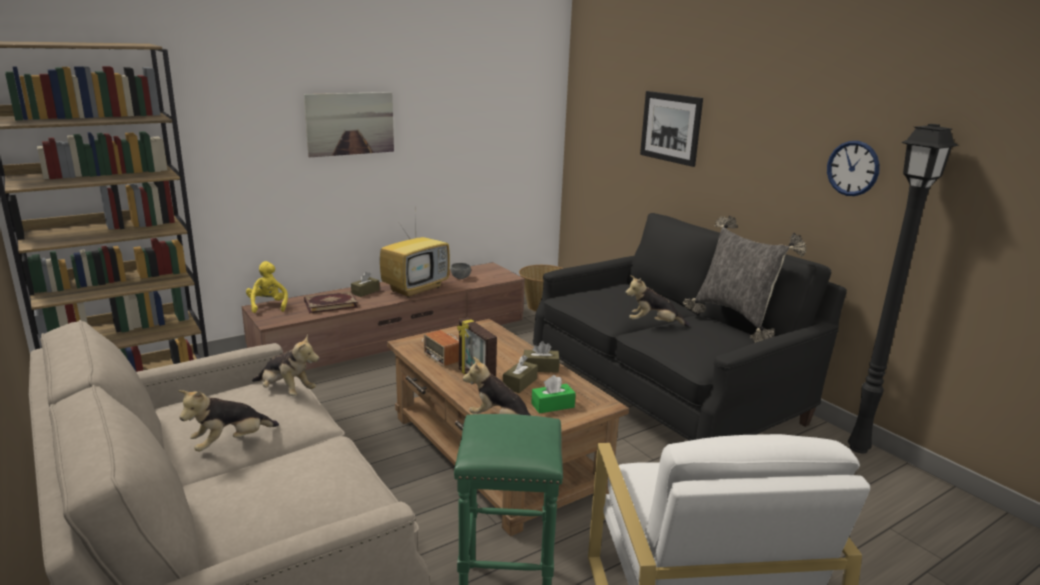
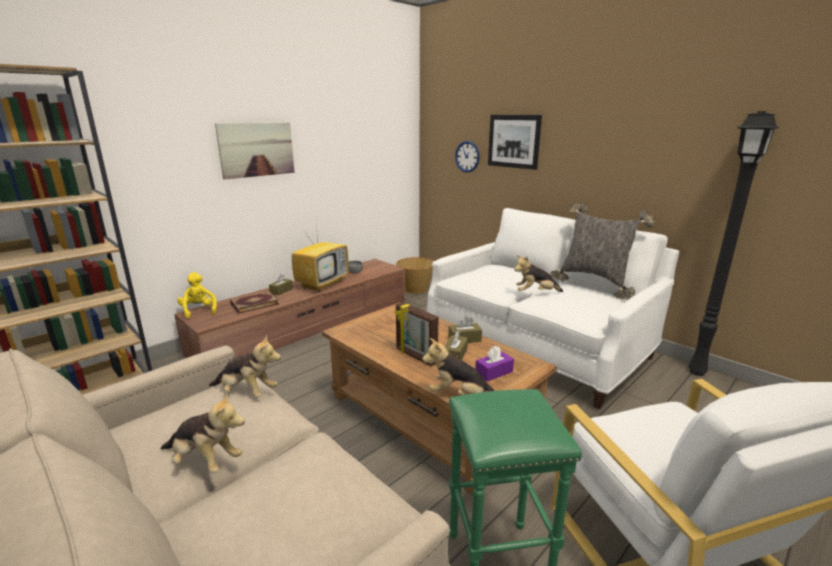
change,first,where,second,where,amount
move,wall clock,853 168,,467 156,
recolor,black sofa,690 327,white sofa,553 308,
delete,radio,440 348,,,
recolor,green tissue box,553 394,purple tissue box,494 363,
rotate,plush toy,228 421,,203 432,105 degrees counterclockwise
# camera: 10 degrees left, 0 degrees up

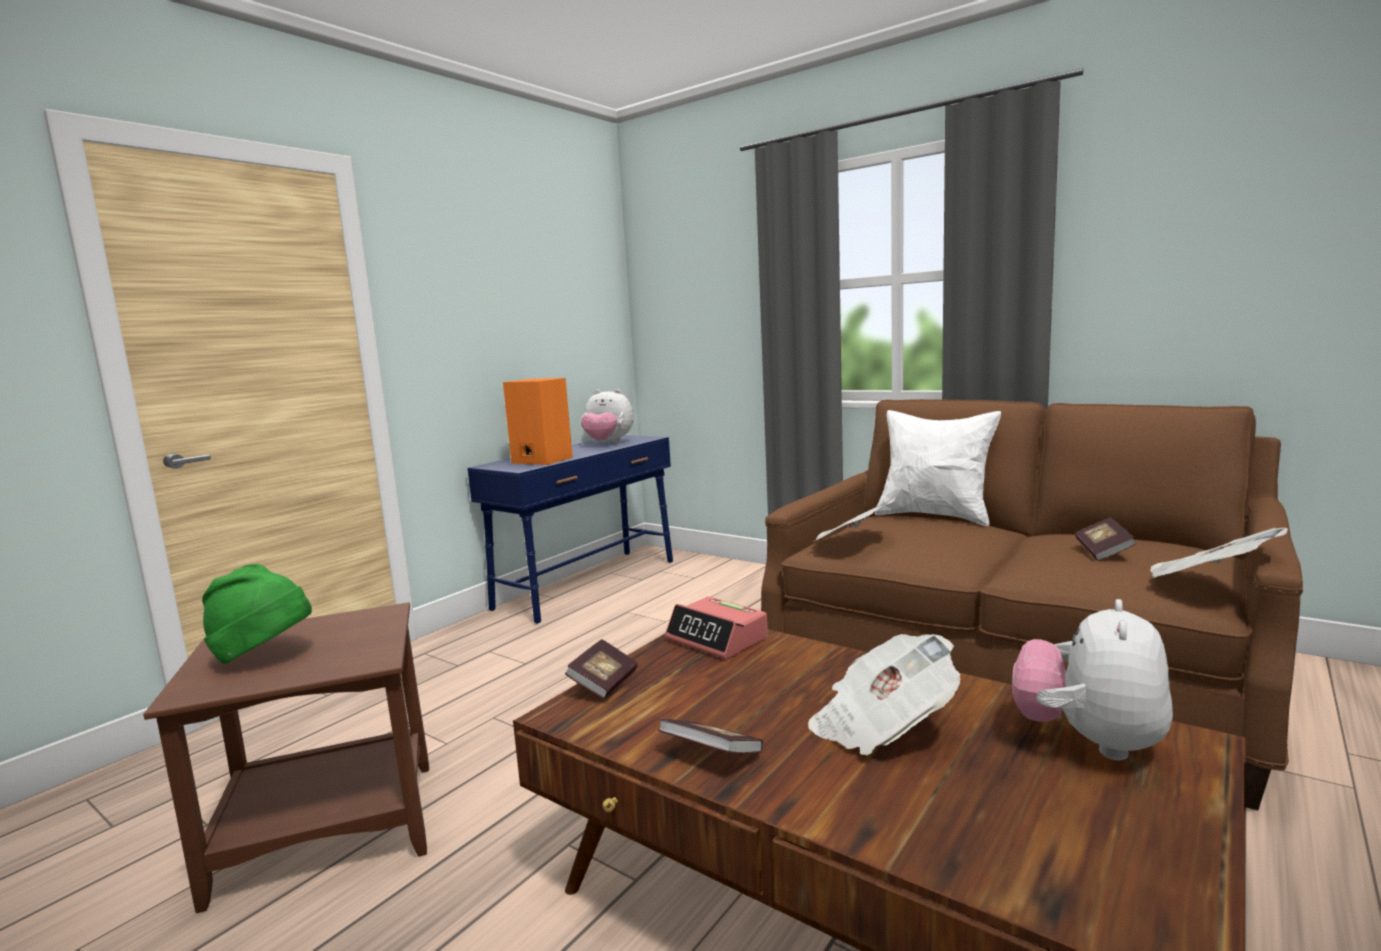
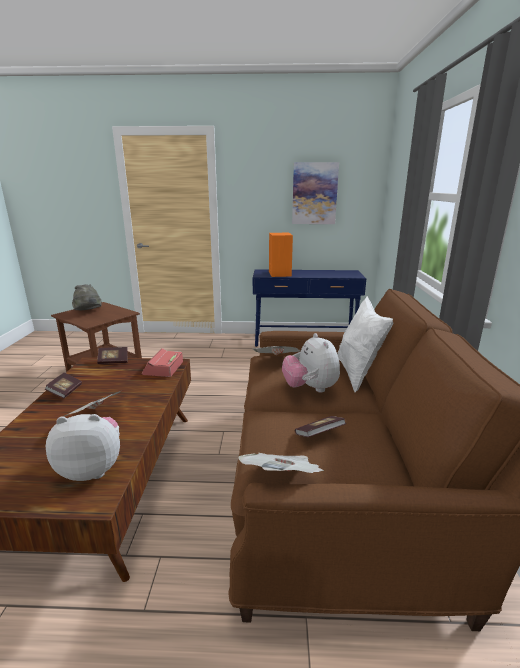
change,first,where,second,where,amount
move,plush toy,607 416,,311 363,
recolor,green hat,257 614,grey hat,87 297,
insert,,,picture,315 193,
# camera: 55 degrees right, 10 degrees up

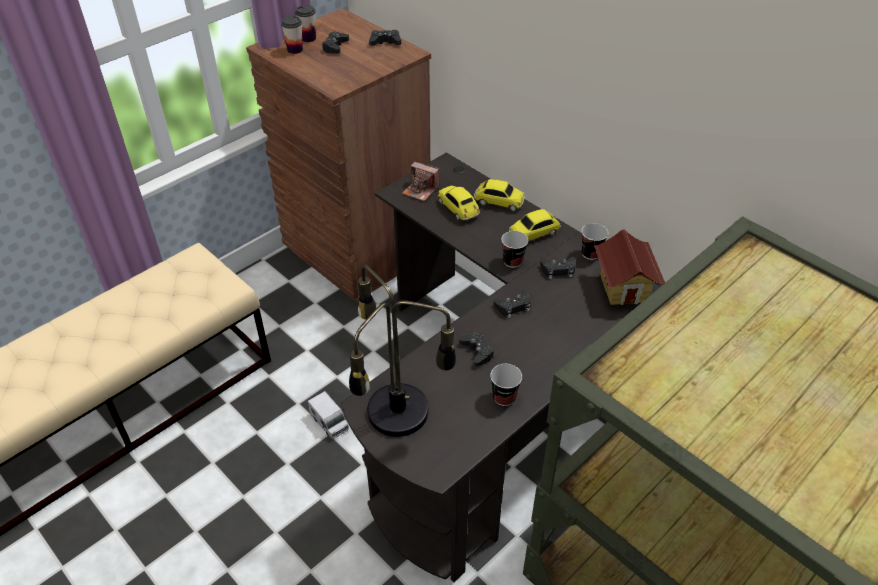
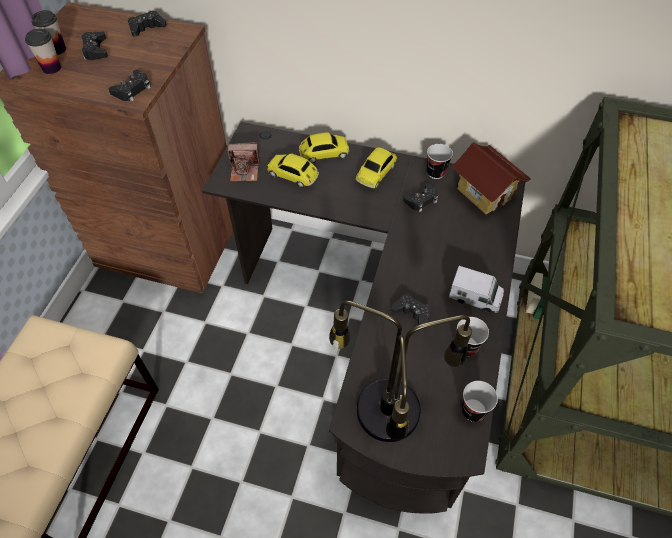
change,first,where,second,where,amount
move,cup,514 249,,480 401,
move,black game controller,512 304,,129 86,
move,toy truck,328 415,,476 289,
# camera: 30 degrees left, 10 degrees up

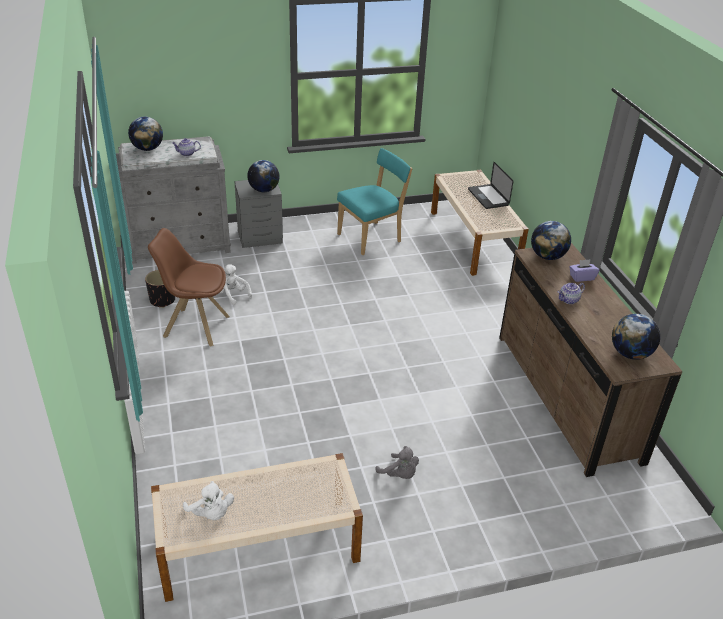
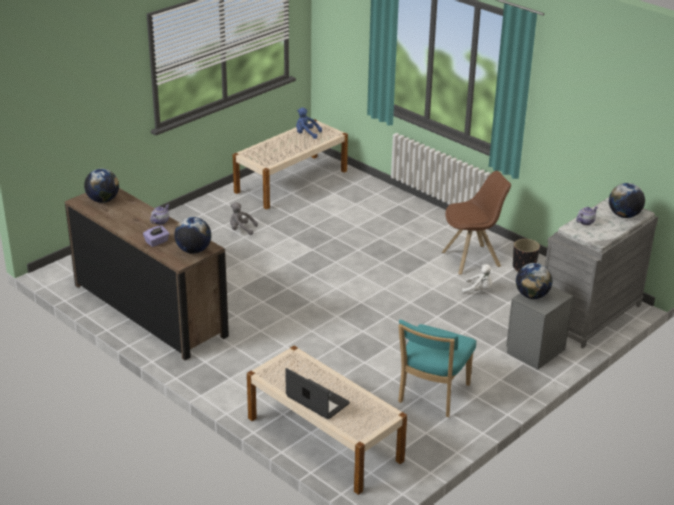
change,first,where,second,where,amount
recolor,white plush toy,208 500,blue plush toy,309 123,
# camera: 150 degrees right, 5 degrees down

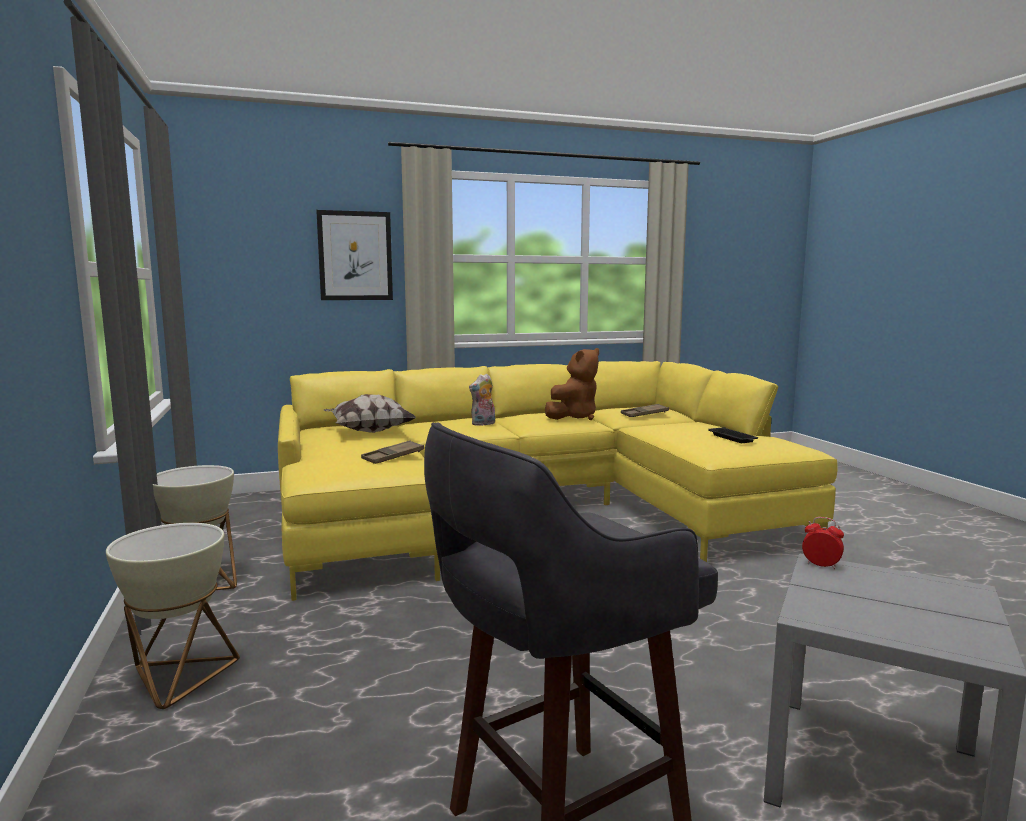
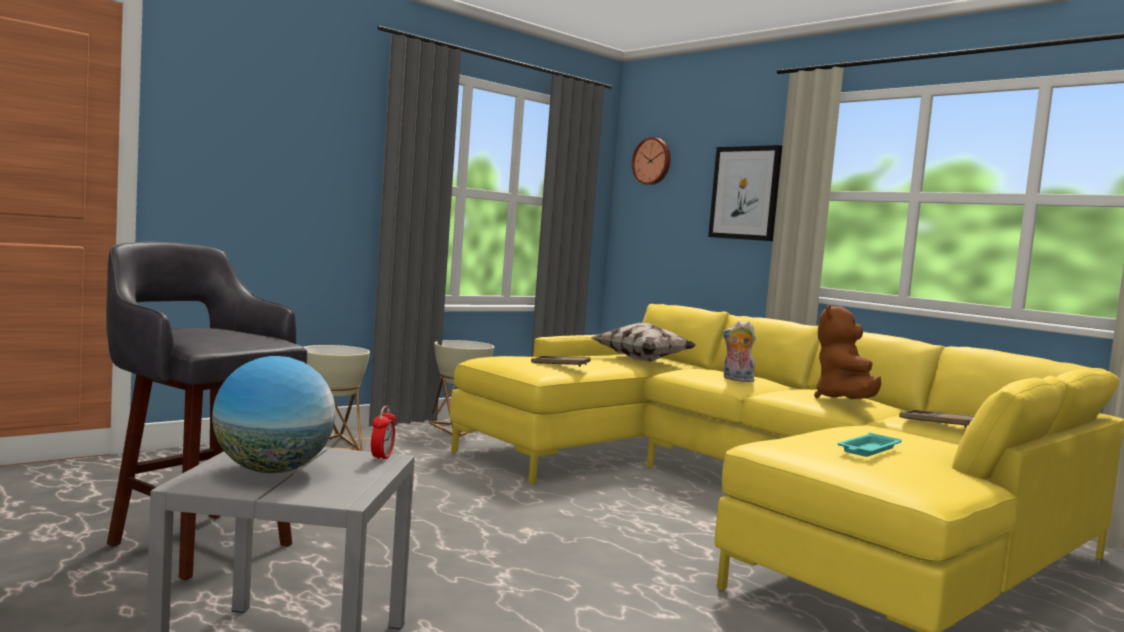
change,first,where,second,where,amount
rotate,brown plush toy,572 384,,847 351,90 degrees clockwise
recolor,black tray,733 435,turquoise tray,870 445,
insert,,,wall clock,651 161,
insert,,,globe,273 415,
# camera: 65 degrees right, 5 degrees down

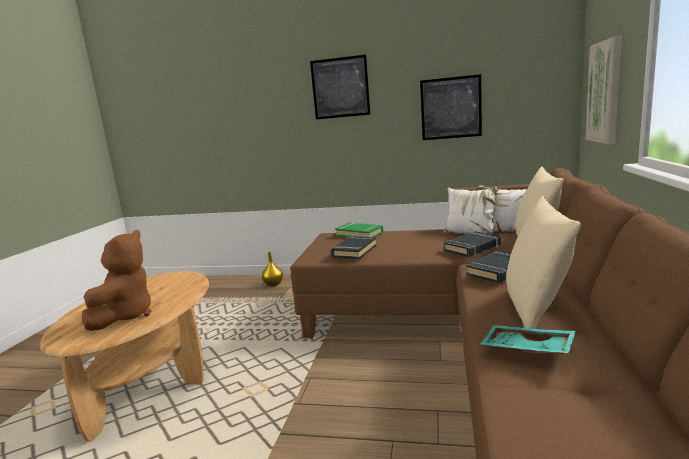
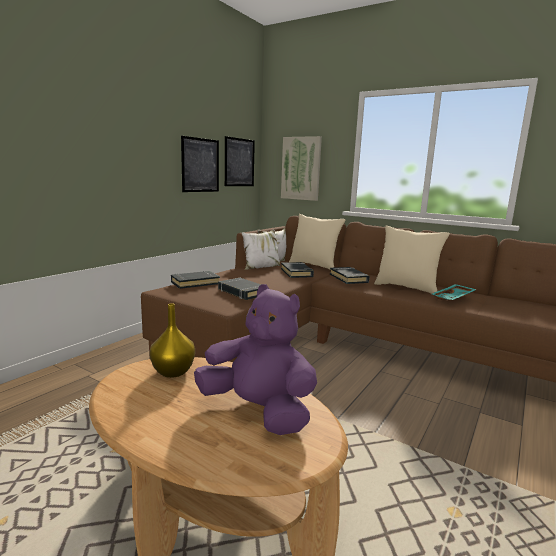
change,first,where,second,where,amount
move,picture,340 87,,240 161,
recolor,green book,359 230,black book,195 280,
recolor,brown plush toy,116 280,purple plush toy,255 359,
move,yellow vase,272 269,,172 340,
# camera: 70 degrees left, 0 degrees up

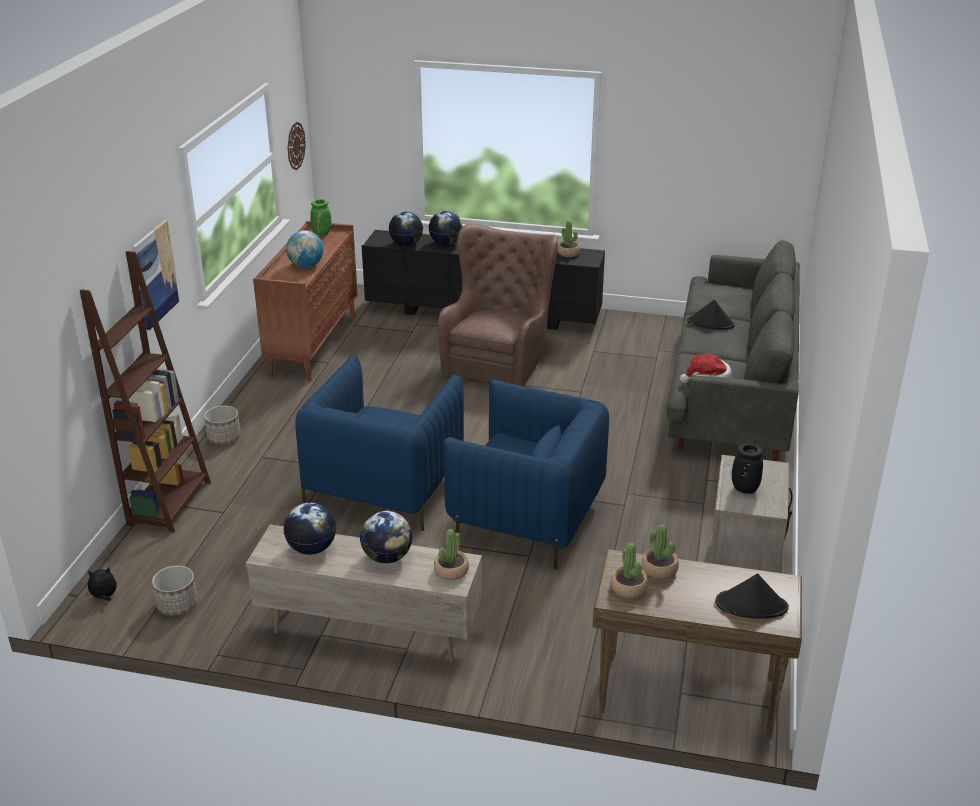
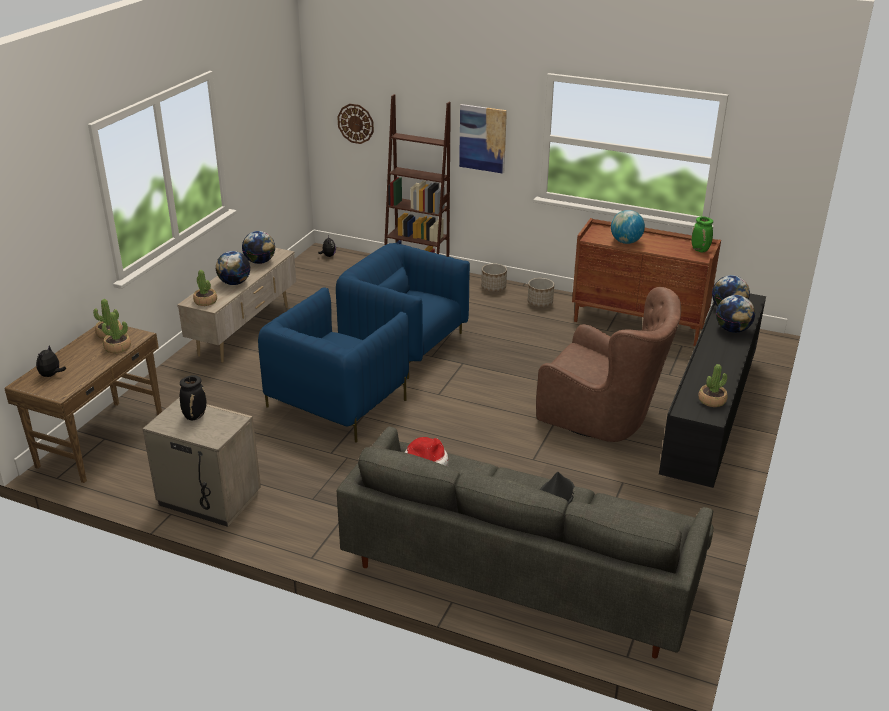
change,first,where,second,where,amount
move,wall clock,297 146,,355 124,
move,planter,175 591,,541 292,
replace,black hat,752 596,plush toy,51 361,
# camera: 100 degrees right, 0 degrees up

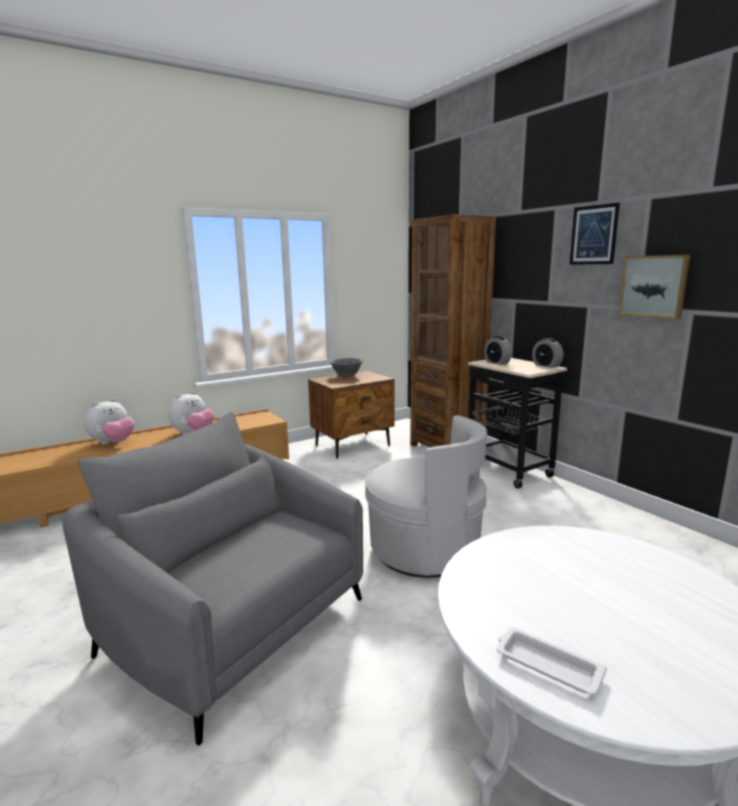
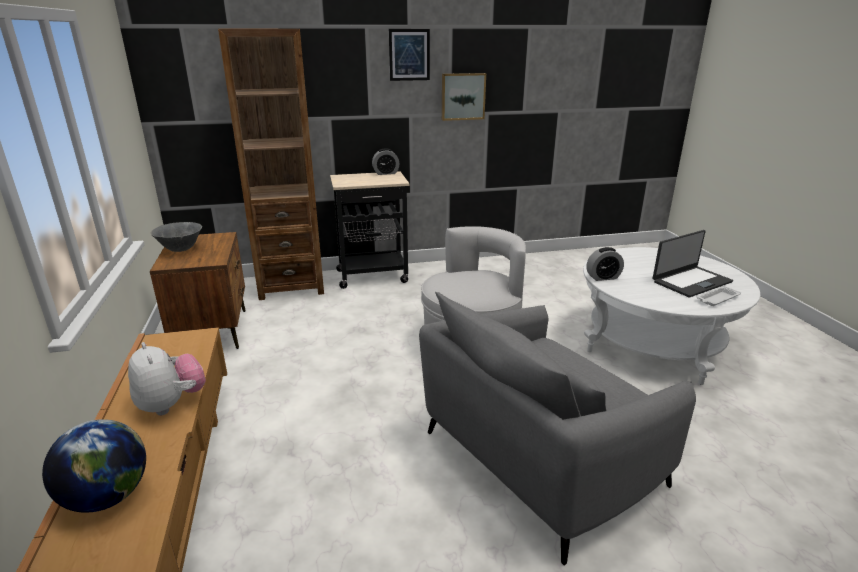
change,first,where,second,where,amount
move,alarm clock,498 350,,605 264,
replace,plush toy,109 421,globe,94 466,
insert,,,laptop,693 263,
# camera: 70 degrees left, 10 degrees up

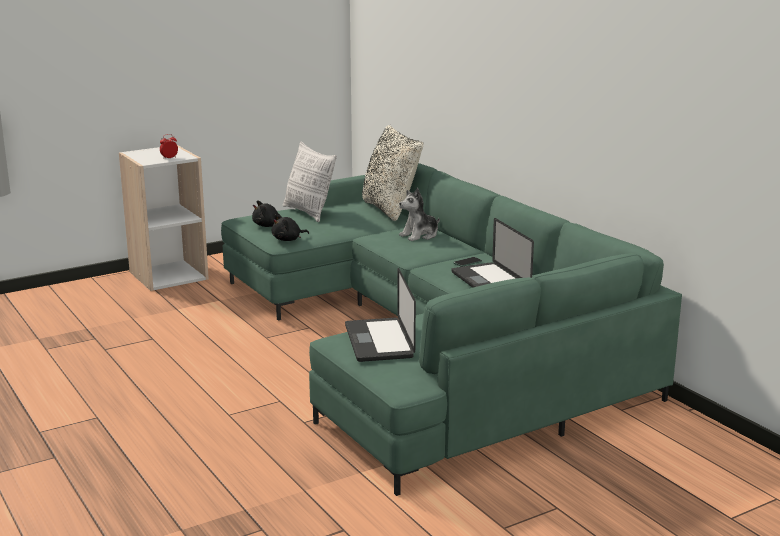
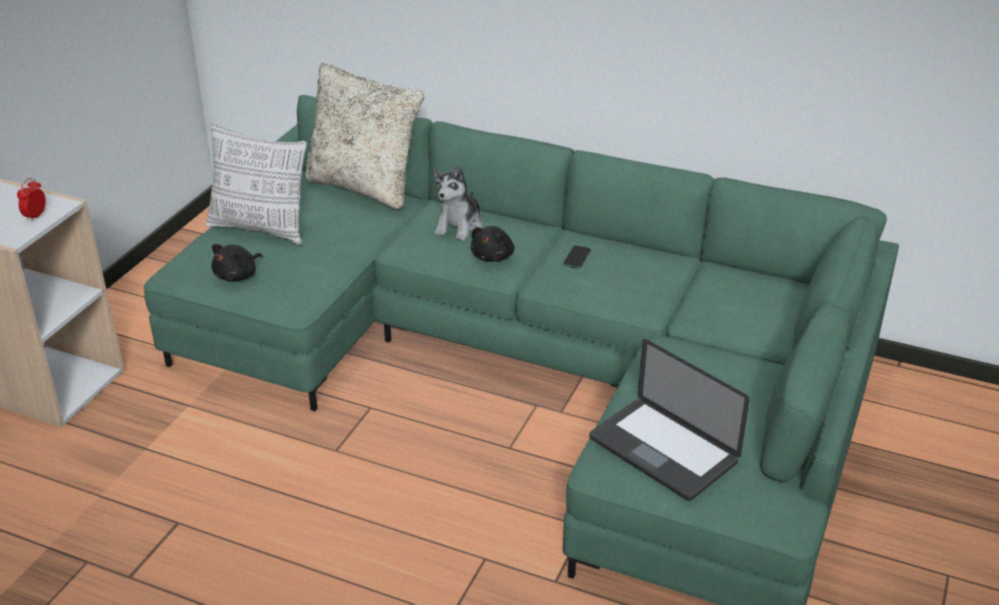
change,first,where,second,where,amount
move,black plush toy,290 227,,493 244,
delete,laptop,492 253,,,
# camera: 35 degrees left, 15 degrees up

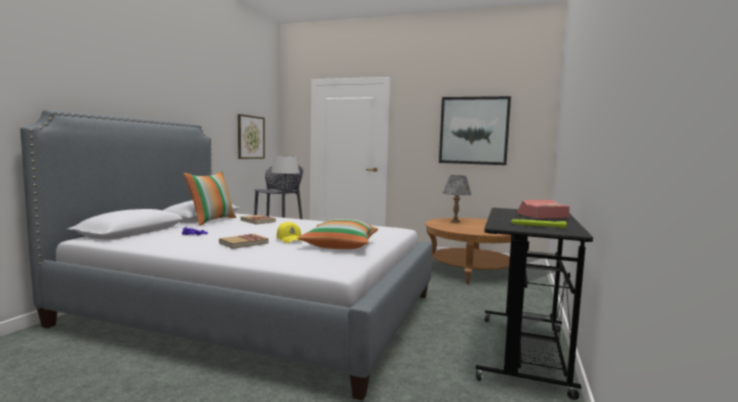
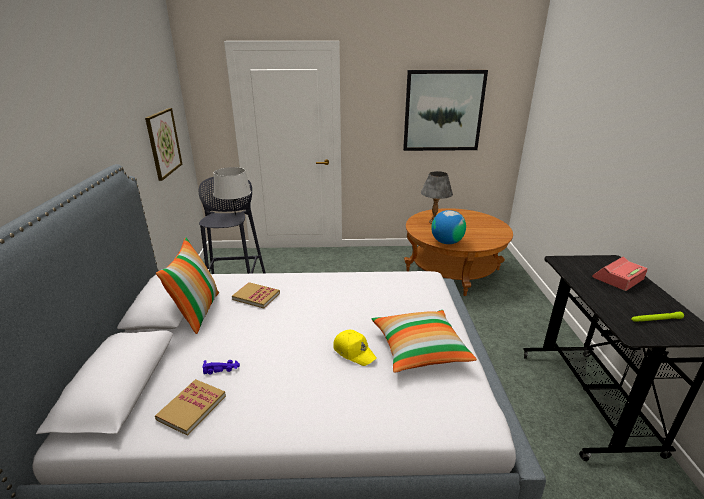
change,first,where,second,where,amount
move,book,244 241,,190 407,
insert,,,globe,448 227,
# camera: 20 degrees left, 20 degrees up

